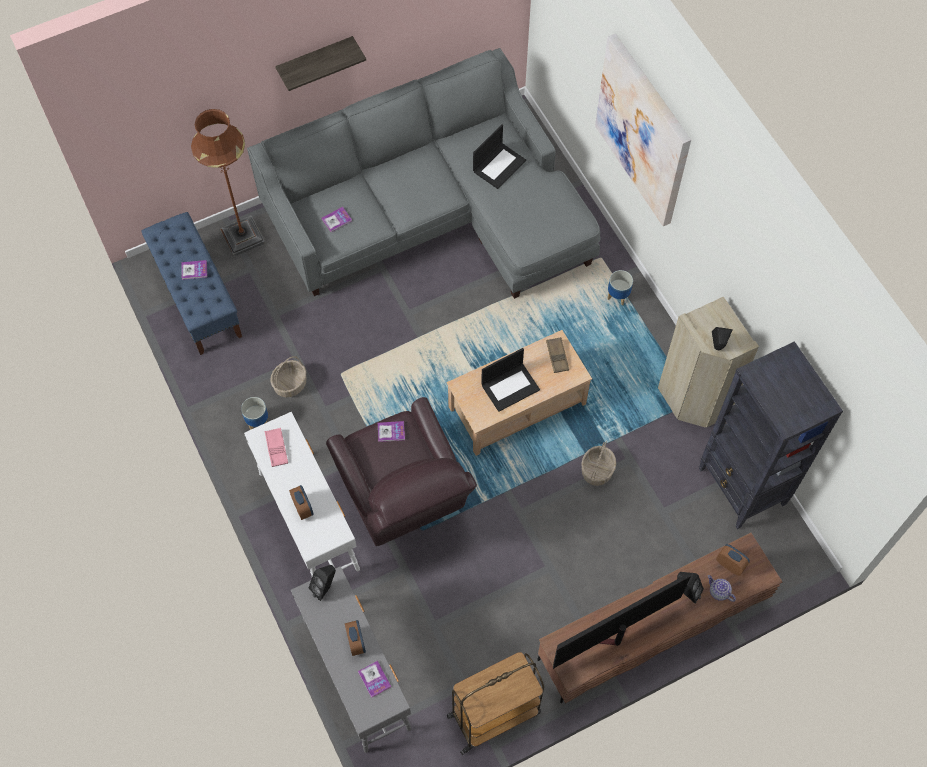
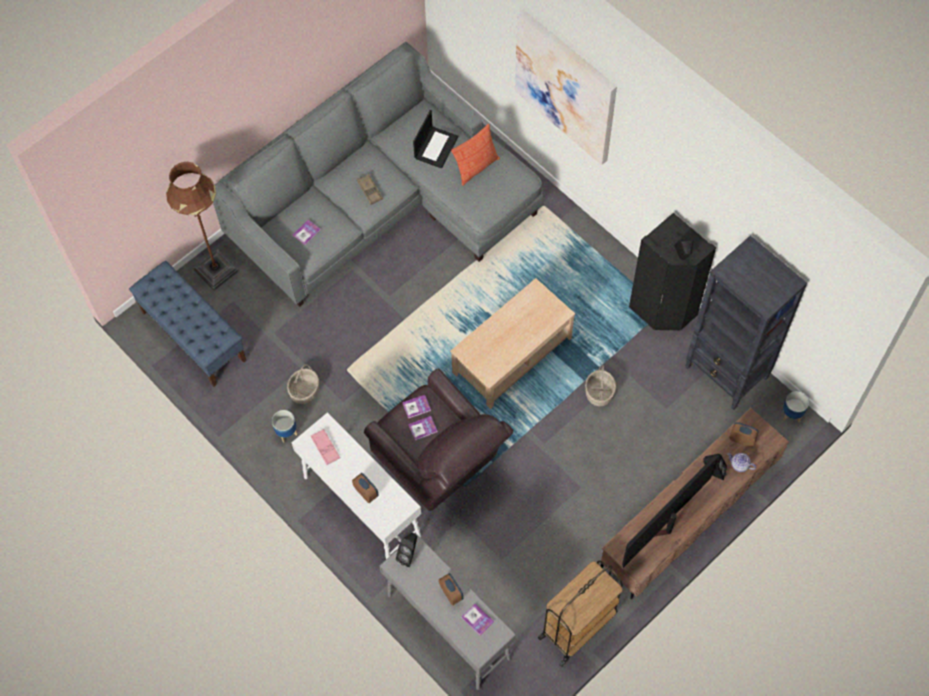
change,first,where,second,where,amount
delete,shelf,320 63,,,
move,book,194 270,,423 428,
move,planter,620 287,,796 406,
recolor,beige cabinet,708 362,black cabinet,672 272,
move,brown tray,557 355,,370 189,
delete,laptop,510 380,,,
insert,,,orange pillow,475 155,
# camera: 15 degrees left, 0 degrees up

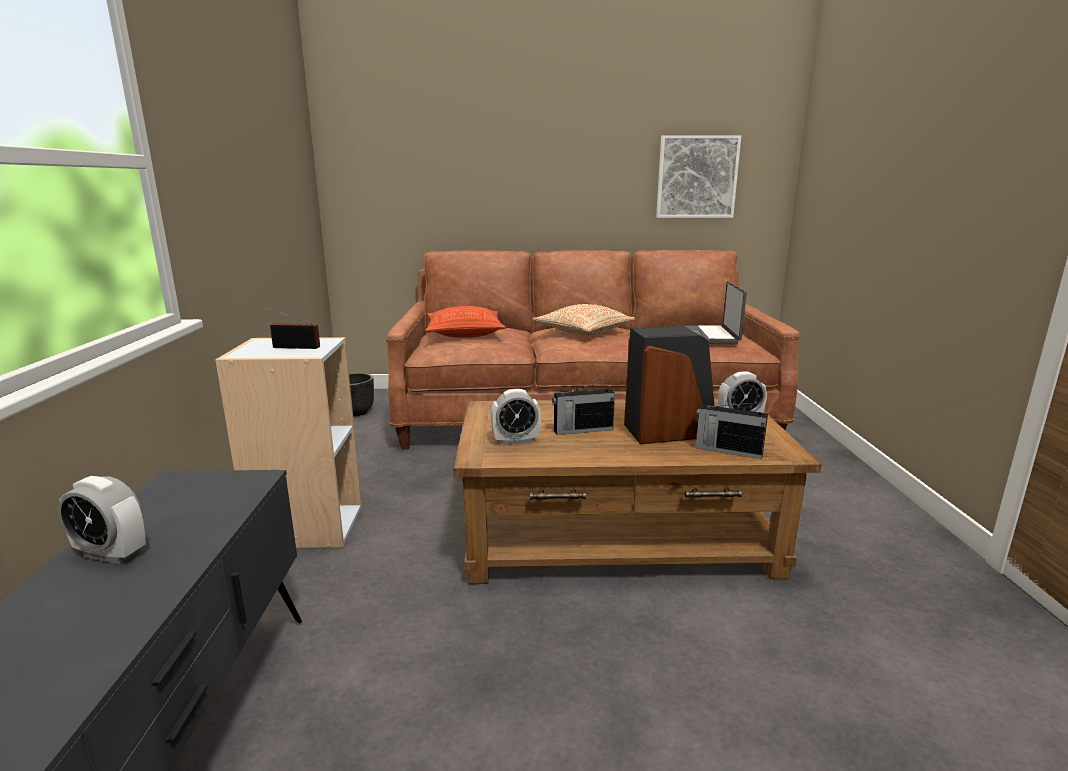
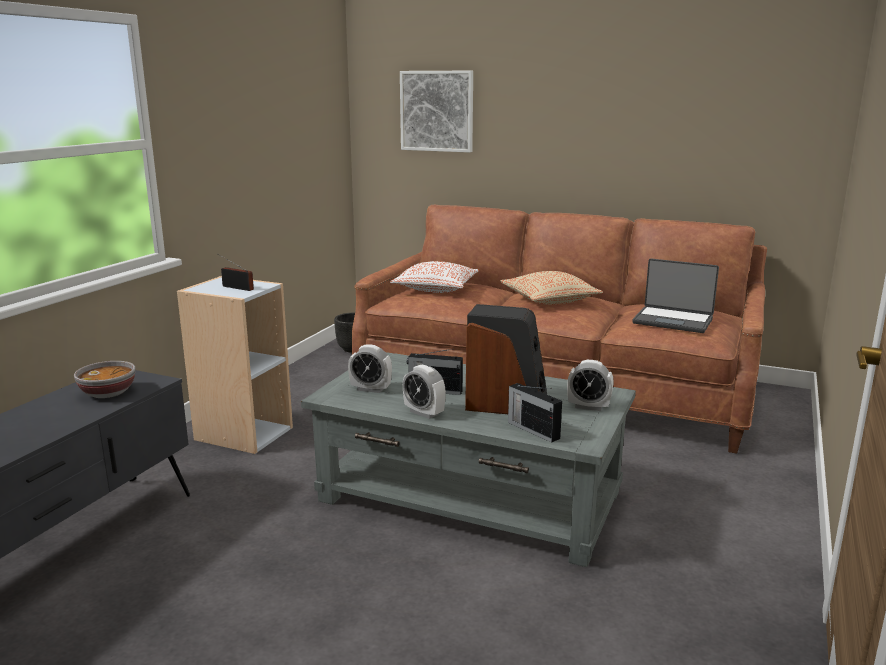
change,first,where,second,where,amount
move,picture,698 176,,436 112,
rotate,laptop,712 312,,675 296,90 degrees counterclockwise
recolor,orange pillow,466 322,white pillow,434 277,
recolor,brown coffee table,637 491,grey coffee table,468 459,
move,alarm clock,102 520,,424 392,
insert,,,bowl,105 379,
# camera: 25 degrees right, 0 degrees up

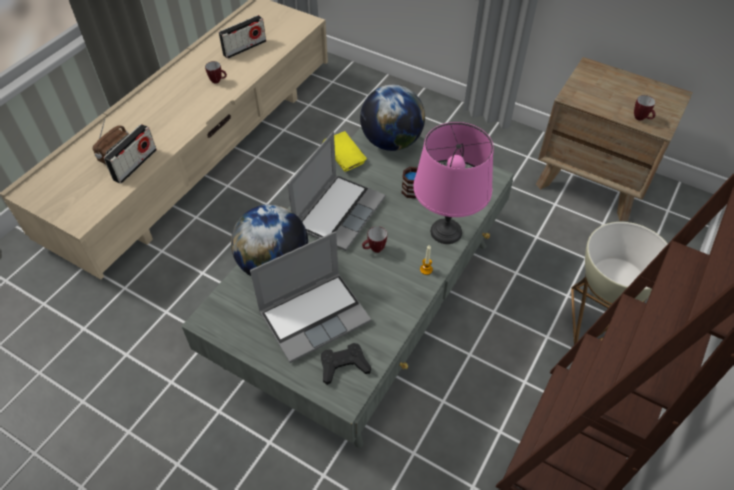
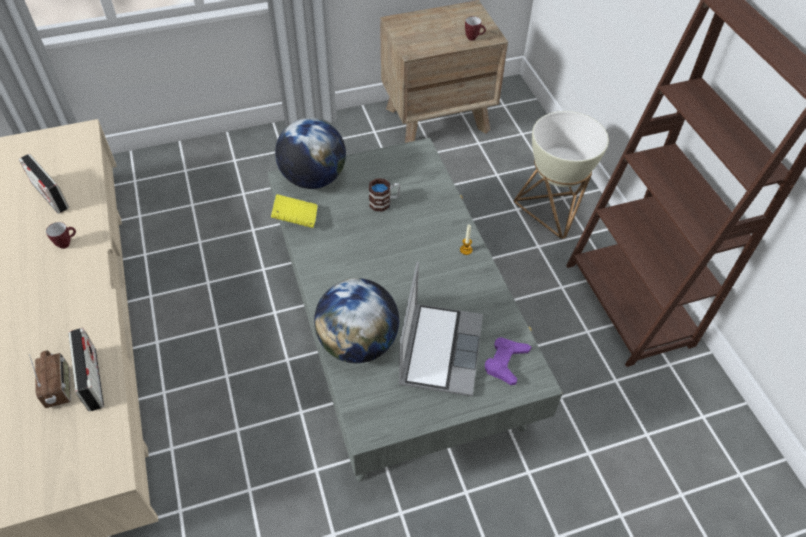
change,first,where,second,where,amount
rotate,radio,242 37,,43 184,135 degrees clockwise
delete,pink table lamp,453 183,,,
delete,laptop,336 191,,,
delete,mug,374 239,,,
recolor,black game controller,346 364,purple game controller,508 361,
# camera: 50 degrees left, 0 degrees up

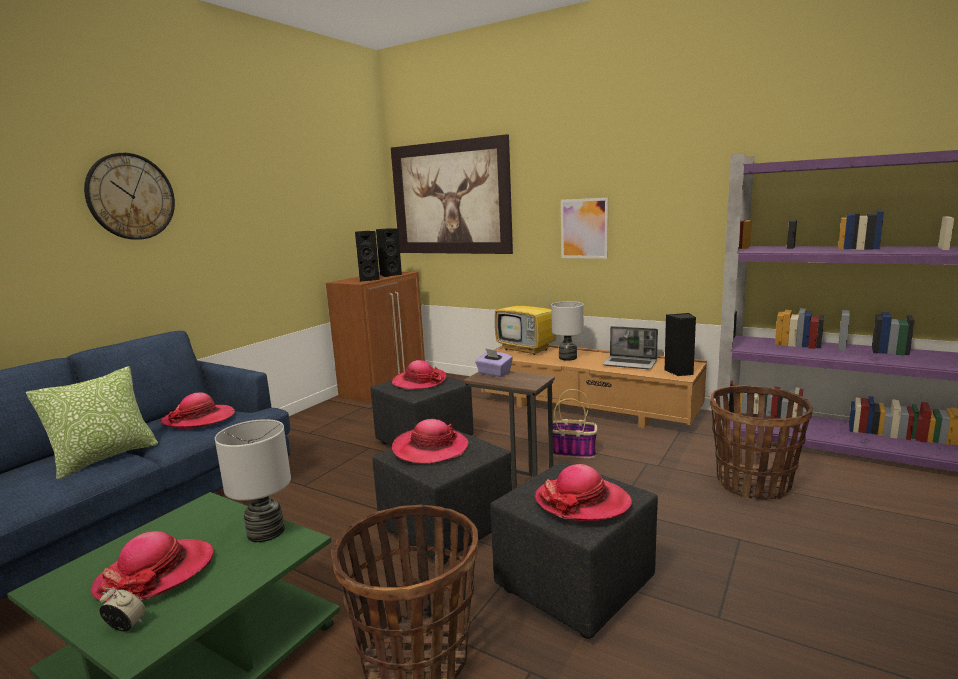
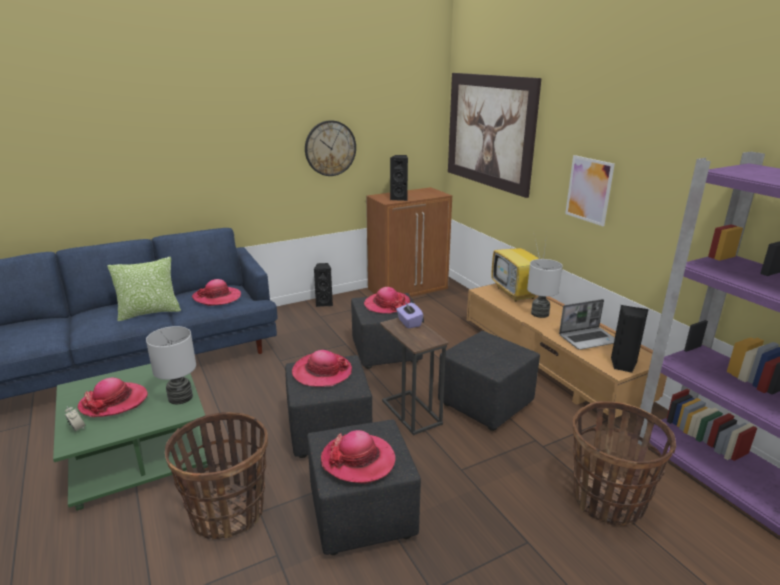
change,first,where,second,where,amount
move,wall clock,129 196,,330 148,
move,black speaker,389 252,,323 285,
rotate,laptop,630 347,,587 324,75 degrees counterclockwise
replace,basket,575 423,black ottoman,489 381,
# camera: 30 degrees right, 10 degrees up

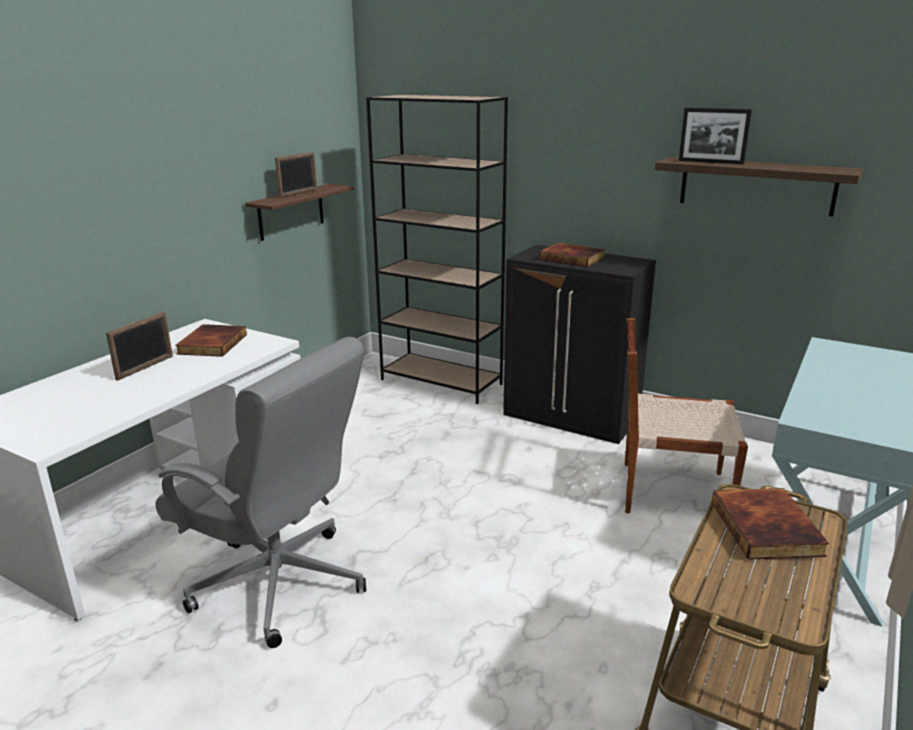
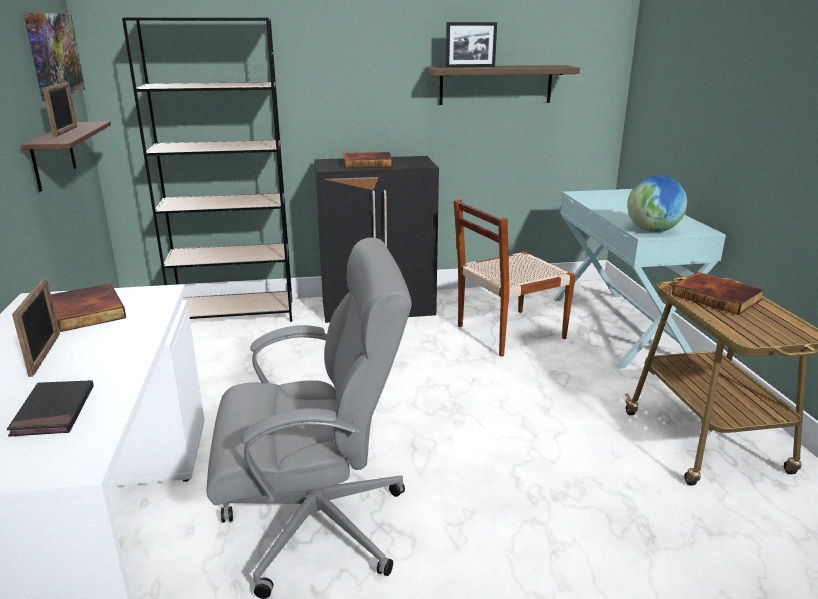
change,first,where,second,where,amount
insert,,,picture,54 57,
insert,,,globe,657 204,
insert,,,black book,50 408,
# camera: 40 degrees left, 0 degrees up

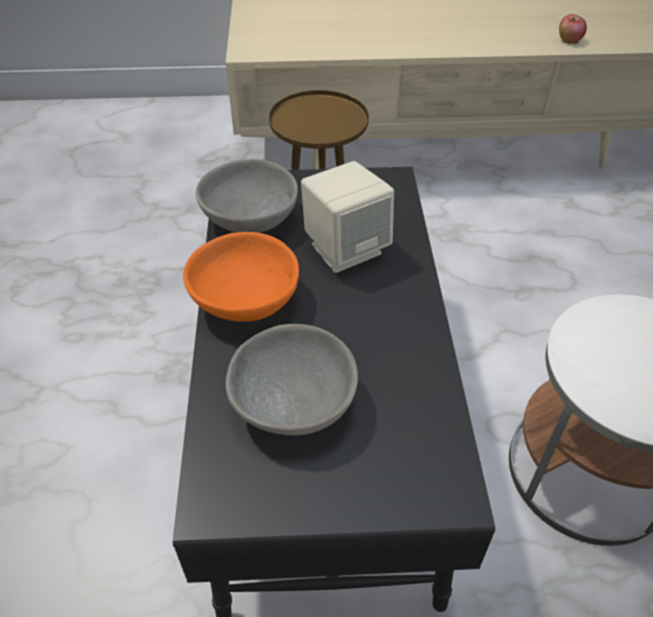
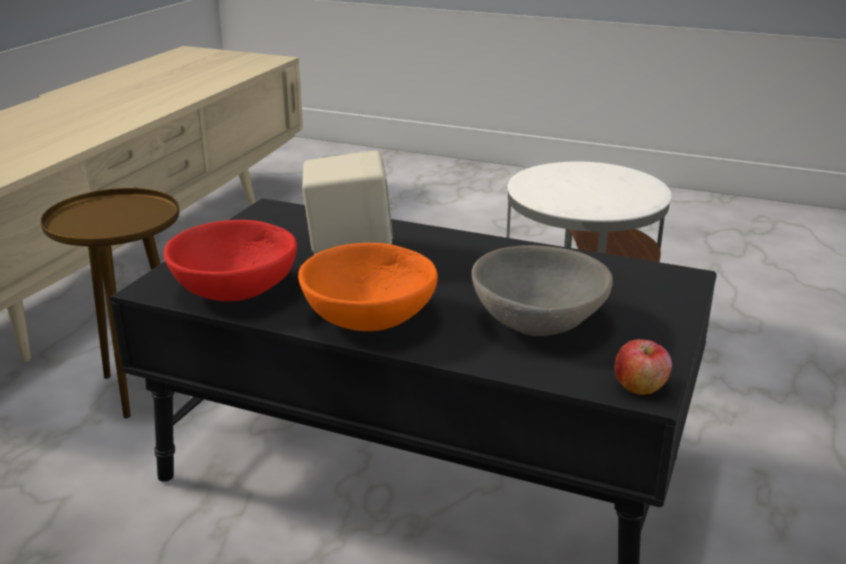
change,first,where,second,where,amount
move,apple,573 29,,643 367,
recolor,grey bowl,247 196,red bowl,230 260,
# camera: 65 degrees left, 20 degrees down

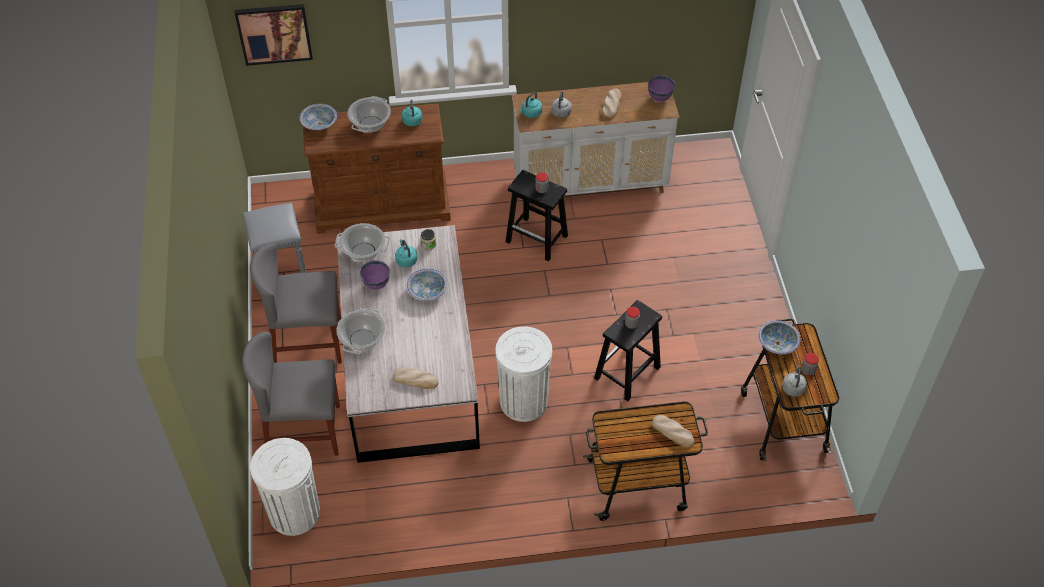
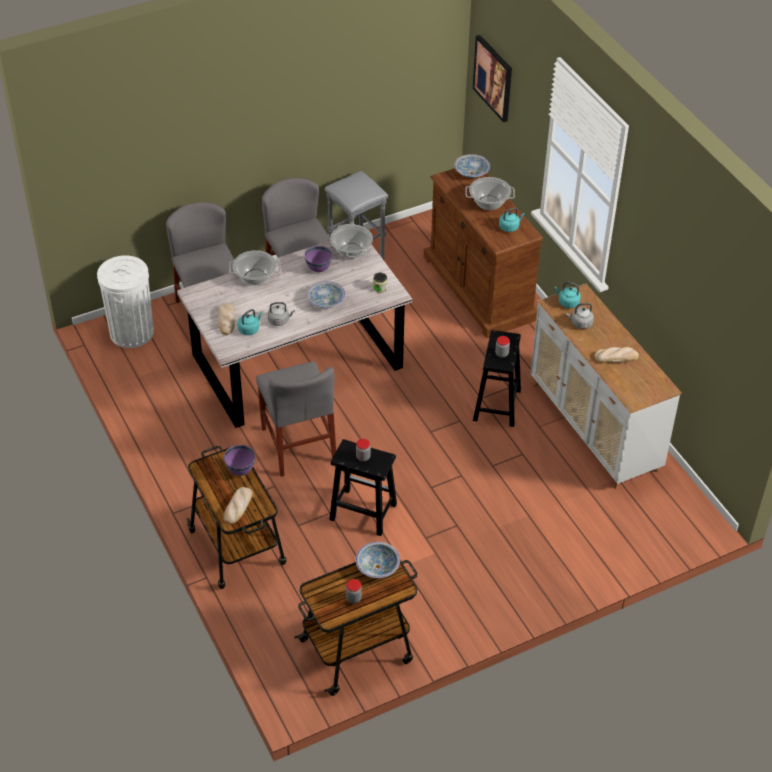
change,first,where,second,where,amount
move,purple bowl,661 88,,239 460,
move,turquoise kettle,406 253,,250 322,
replace,white trash can,524 374,grey chair,296 419,
move,grey kettle,794 381,,281 314,
# camera: 70 degrees right, 5 degrees down

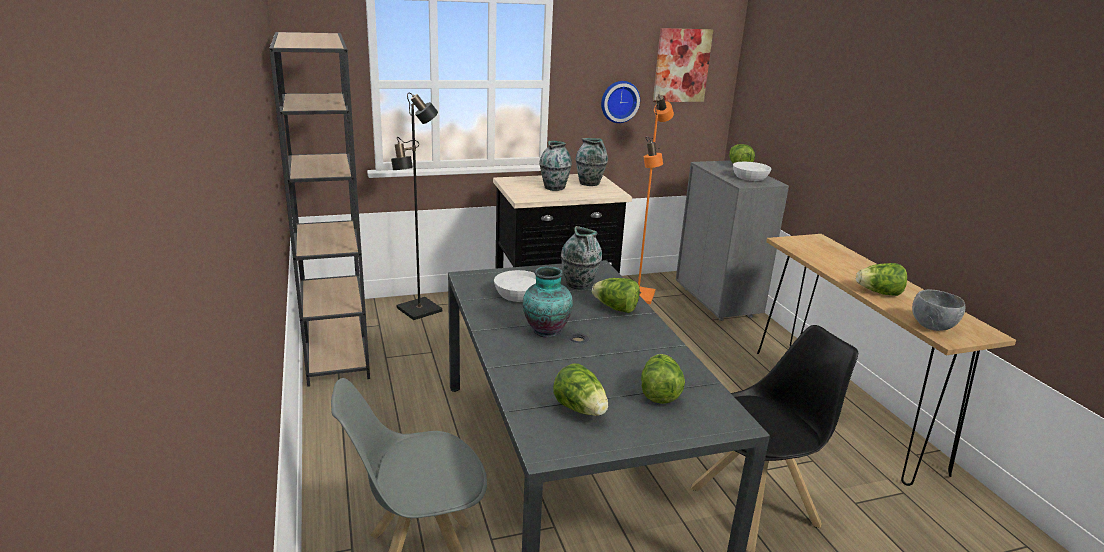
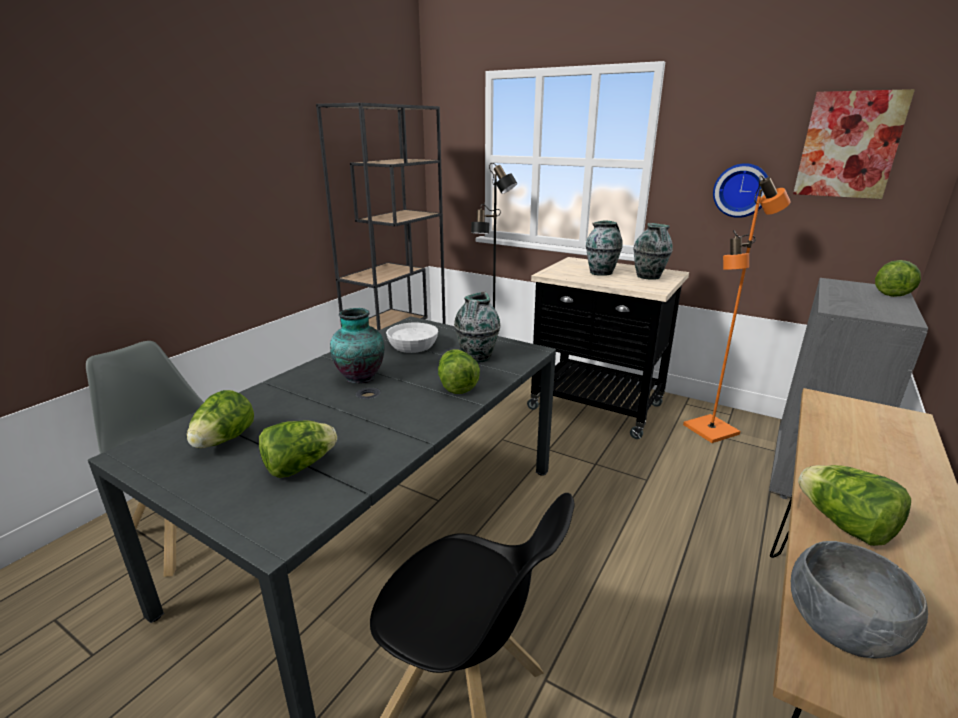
change,first,where,second,where,amount
delete,white bowl,752 171,,,
# camera: 50 degrees right, 0 degrees up

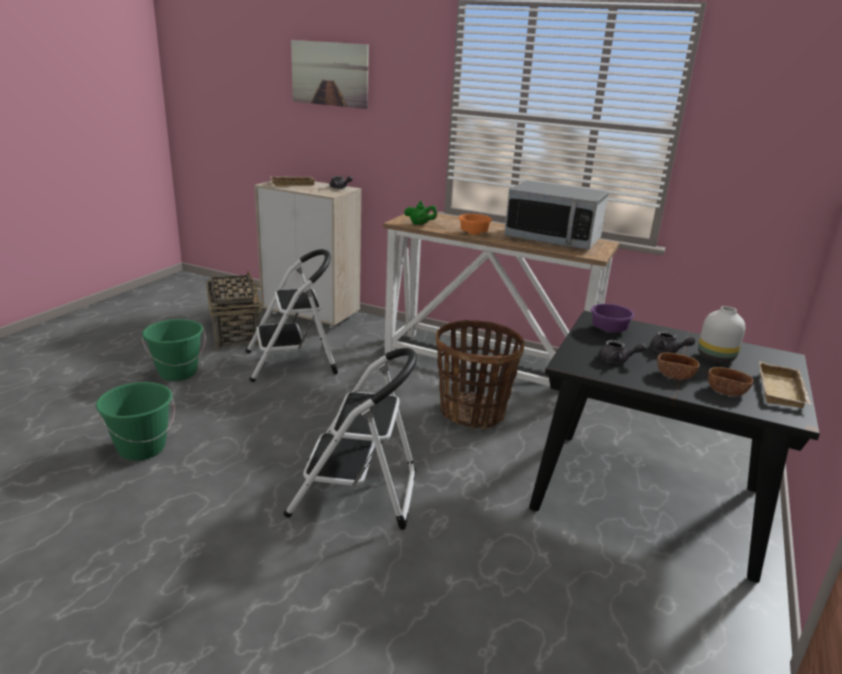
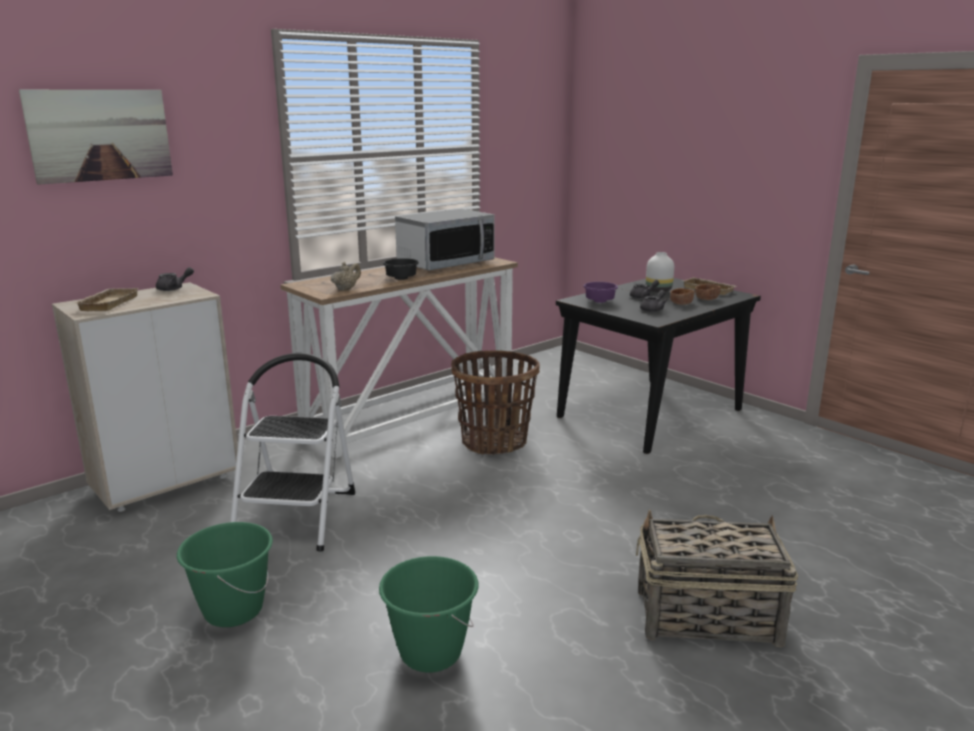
change,first,where,second,where,amount
recolor,green teapot,420 213,beige teapot,346 276,
recolor,orange bowl,475 224,black bowl,401 269,
move,basket,234 309,,717 579,
delete,step ladder,350 439,,,
# camera: 65 degrees left, 5 degrees down

